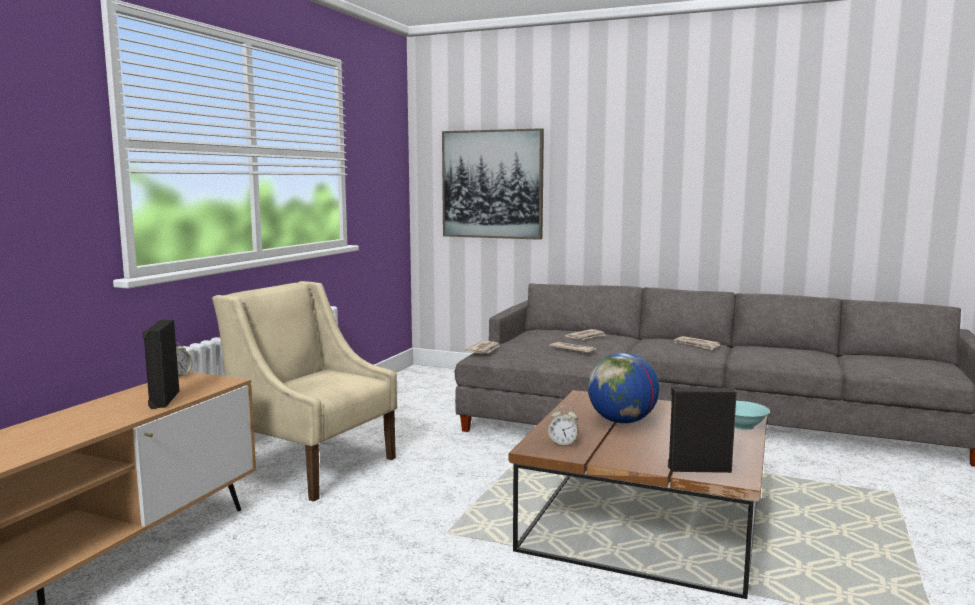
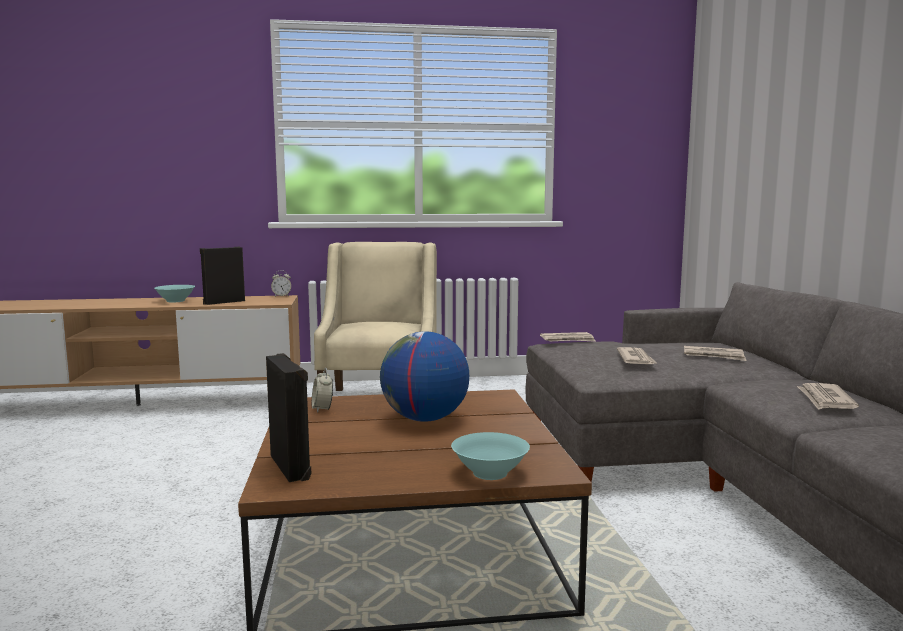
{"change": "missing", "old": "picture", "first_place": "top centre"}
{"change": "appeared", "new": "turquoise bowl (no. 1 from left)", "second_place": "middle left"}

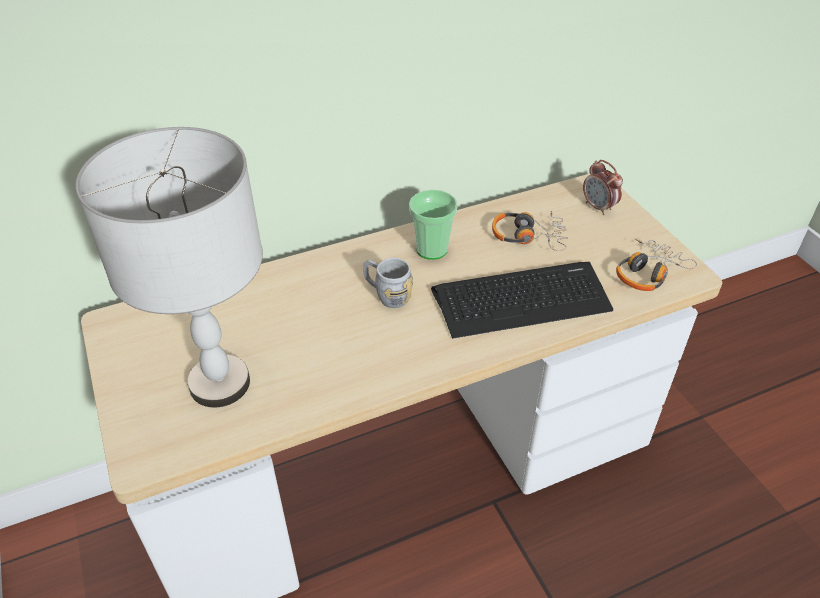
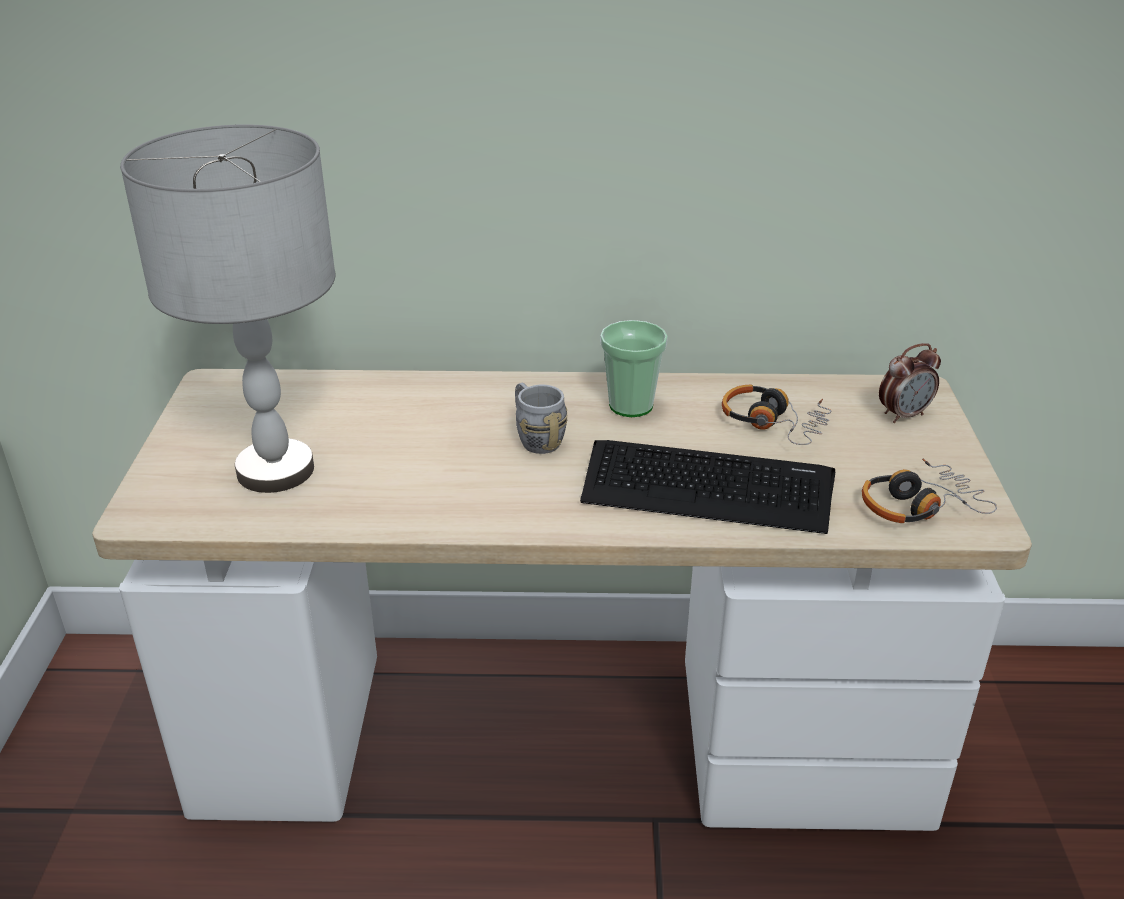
{"change": "spun", "old": "alarm clock", "first_place": "top right", "second_place": "middle right", "degrees": -105}

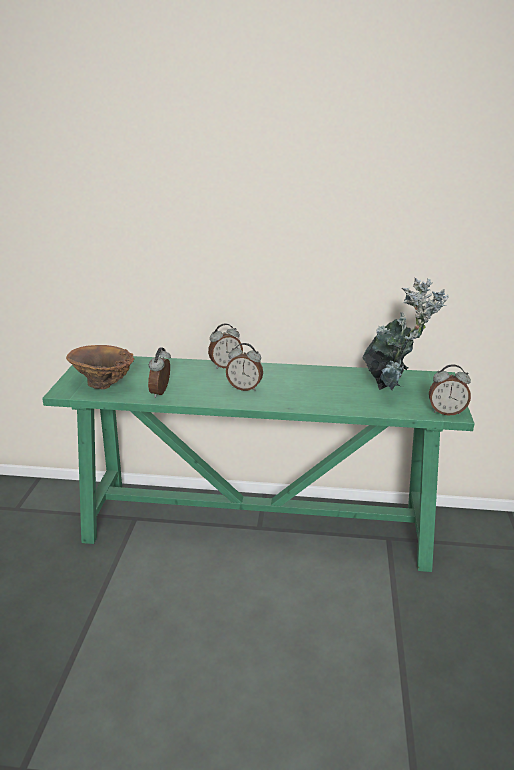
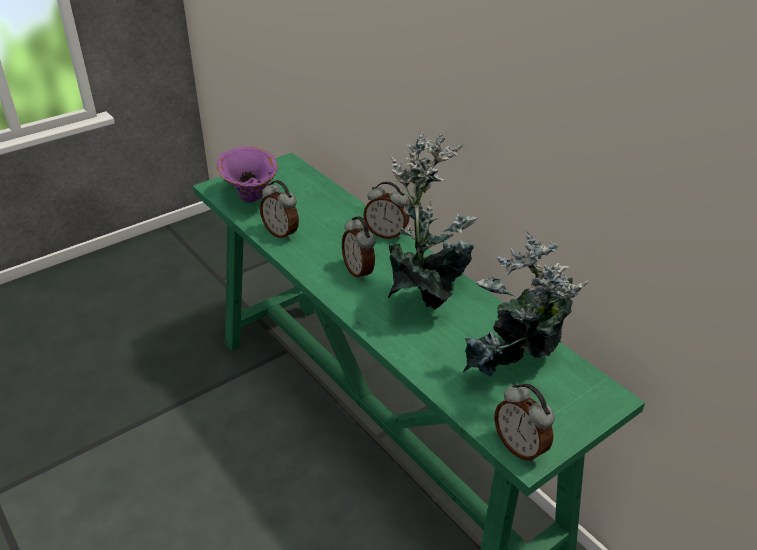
{"change": "colour", "old": "brown vase", "new": "purple vase", "first_place": "middle left", "second_place": "top left"}
{"change": "spun", "old": "alarm clock (no. 1 from left)", "first_place": "middle left", "second_place": "centre", "degrees": -105}
{"change": "appeared", "new": "potted plant (no. 1 from left)", "second_place": "centre"}

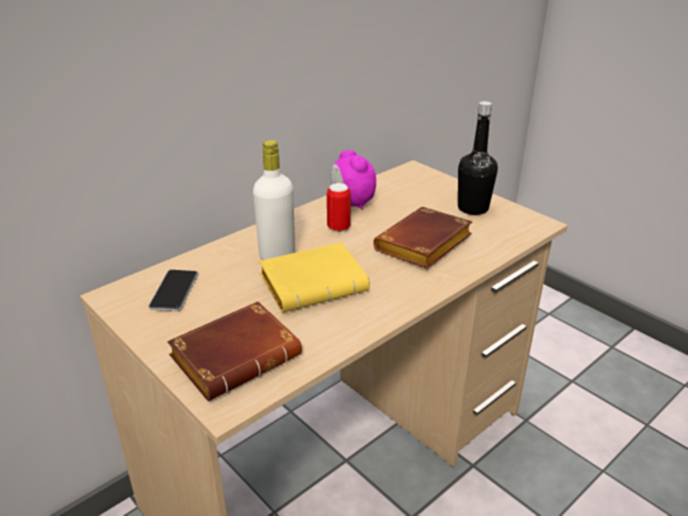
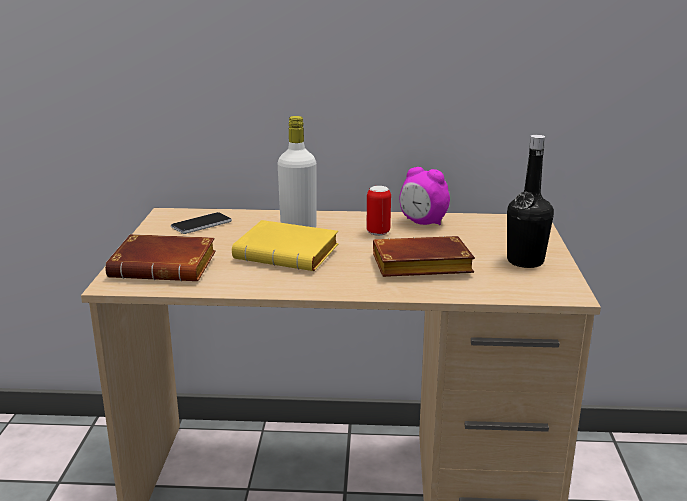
{"change": "spun", "old": "alarm clock", "first_place": "centre", "second_place": "centre", "degrees": -75}

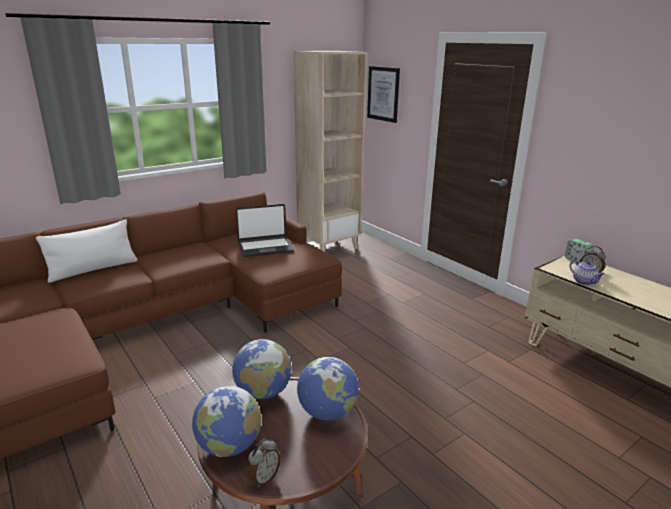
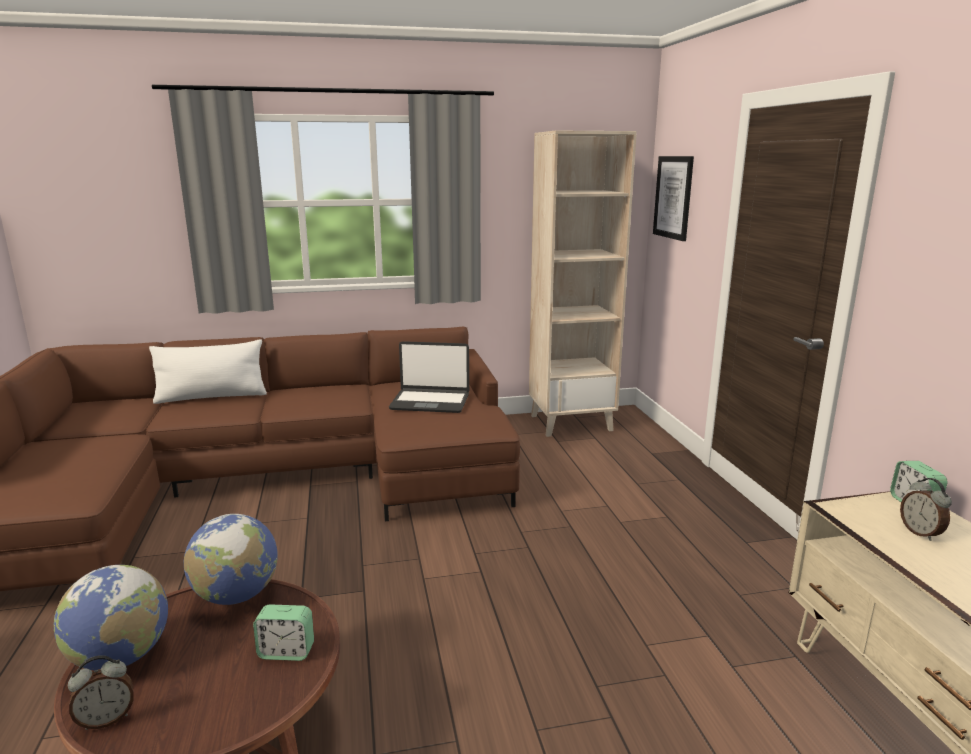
{"change": "exchanged", "old": "globe (no. 3 from left)", "new": "alarm clock (no. 2 from left)", "first_place": "bottom centre", "second_place": "bottom left"}
{"change": "missing", "old": "teapot", "first_place": "middle right"}

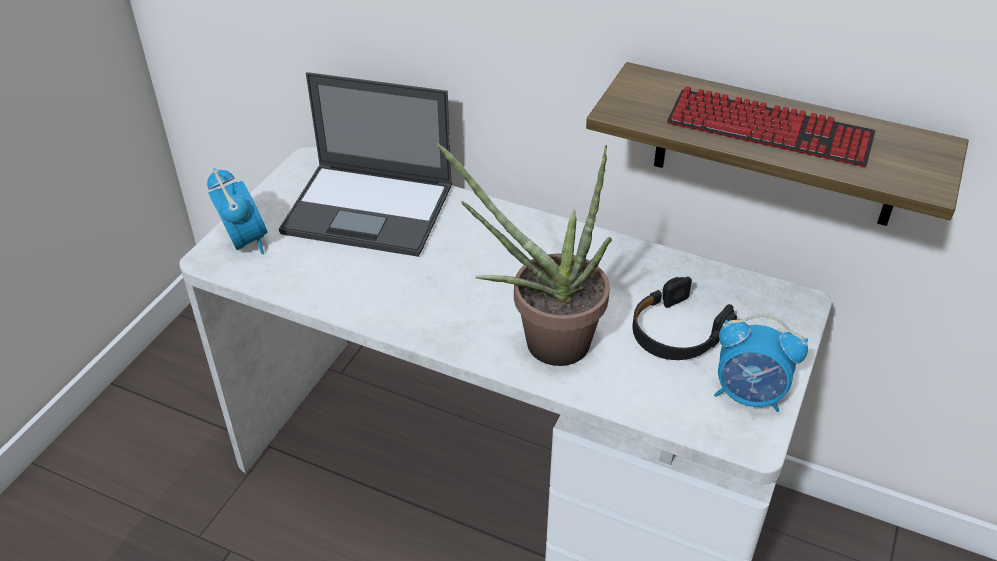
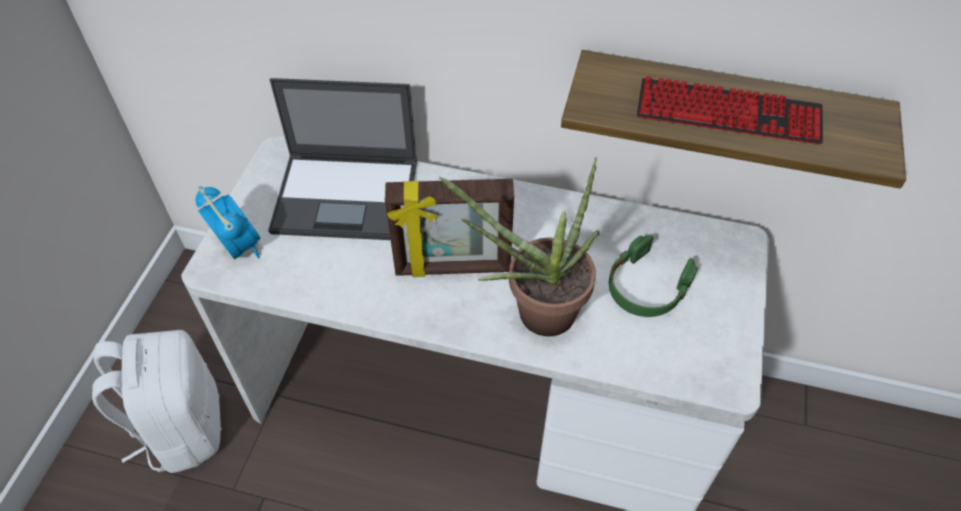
{"change": "colour", "old": "black headphones", "new": "green headphones", "first_place": "middle right", "second_place": "middle right"}
{"change": "missing", "old": "alarm clock (no. 2 from left)", "first_place": "middle right"}
{"change": "appeared", "new": "white backpack", "second_place": "bottom left"}
{"change": "appeared", "new": "picture frame", "second_place": "centre"}

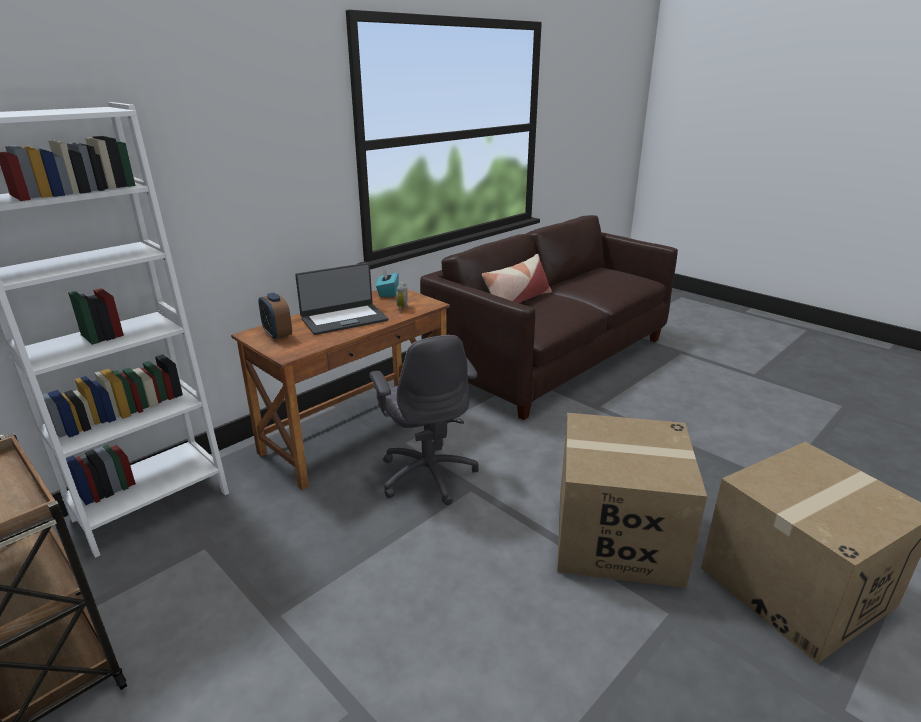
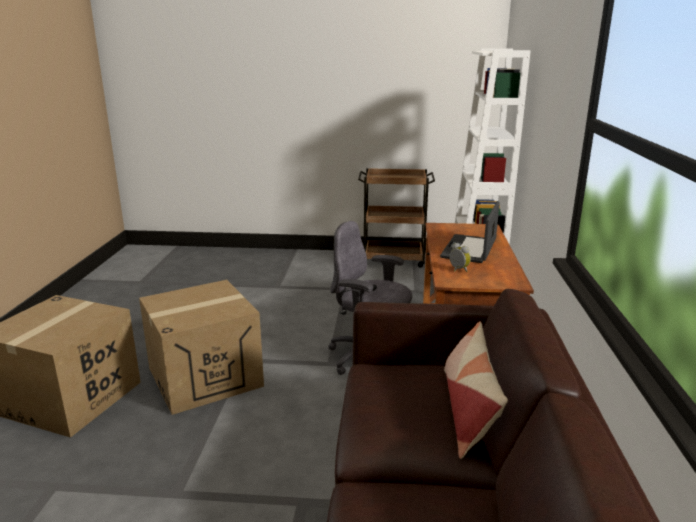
{"change": "missing", "old": "alarm clock (no. 1 from left)", "first_place": "middle left"}
{"change": "missing", "old": "turquoise tissue box", "first_place": "centre"}

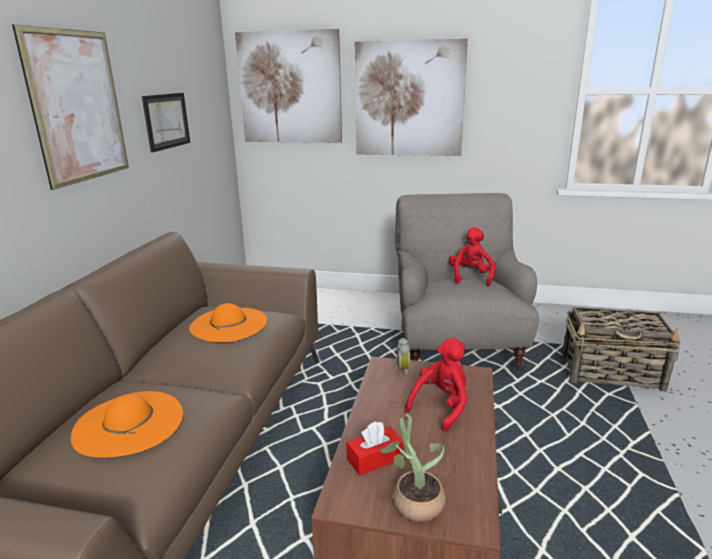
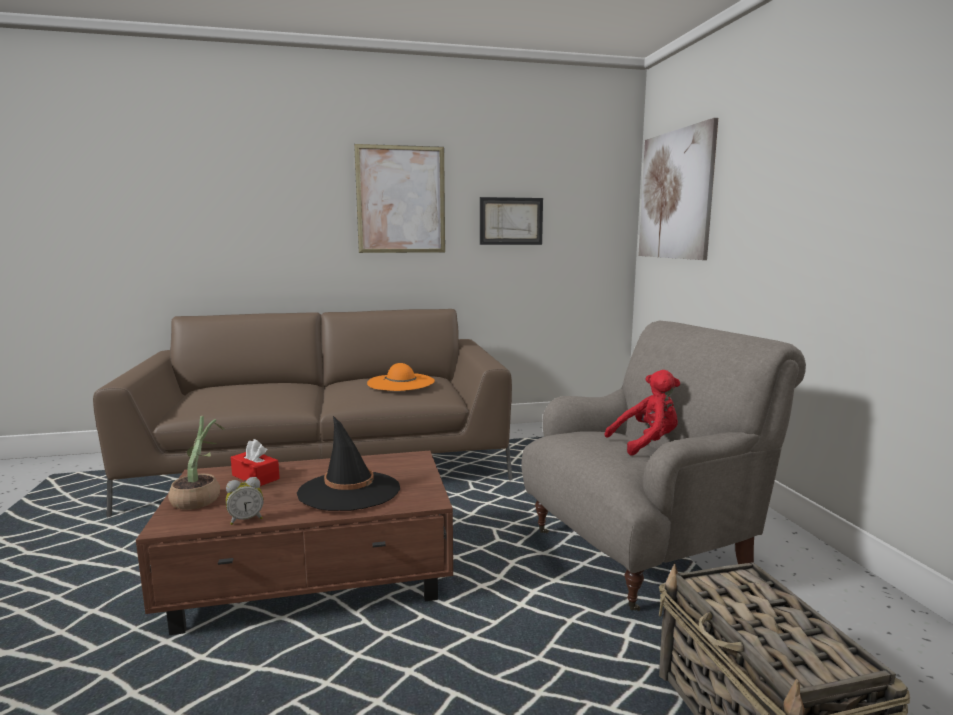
{"change": "missing", "old": "orange hat (no. 1 from left)", "first_place": "bottom left"}
{"change": "missing", "old": "picture (no. 4 from left)", "first_place": "top centre"}
{"change": "relocated", "old": "alarm clock", "first_place": "centre", "second_place": "bottom left"}
{"change": "exchanged", "old": "red plush toy (no. 1 from left)", "new": "black hat", "first_place": "bottom centre", "second_place": "centre"}

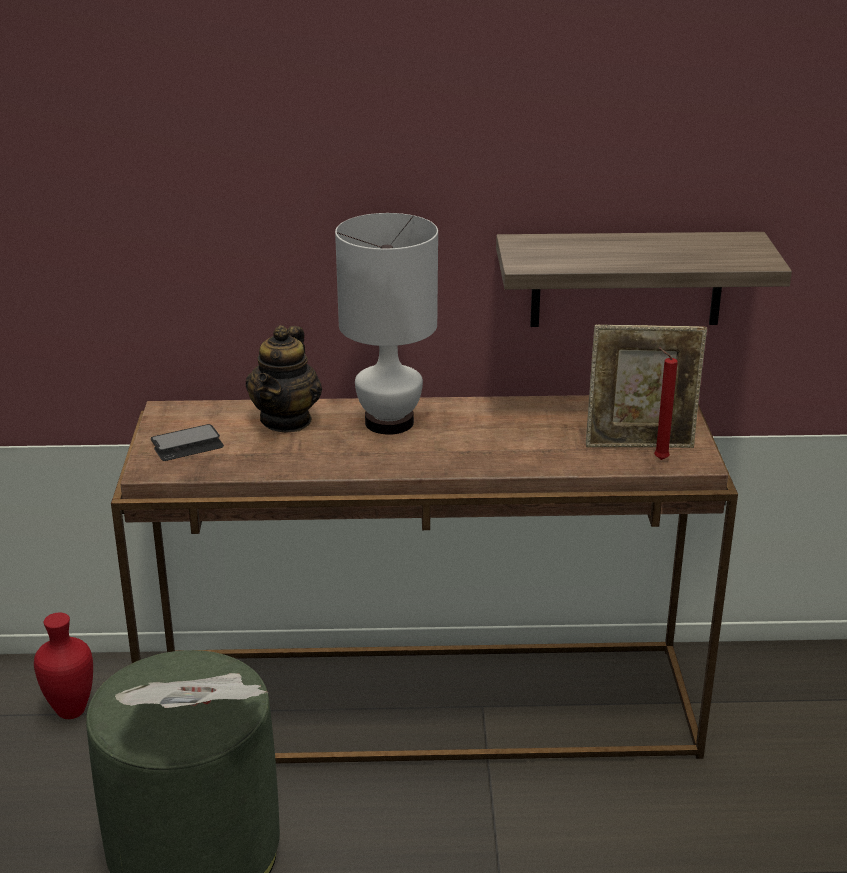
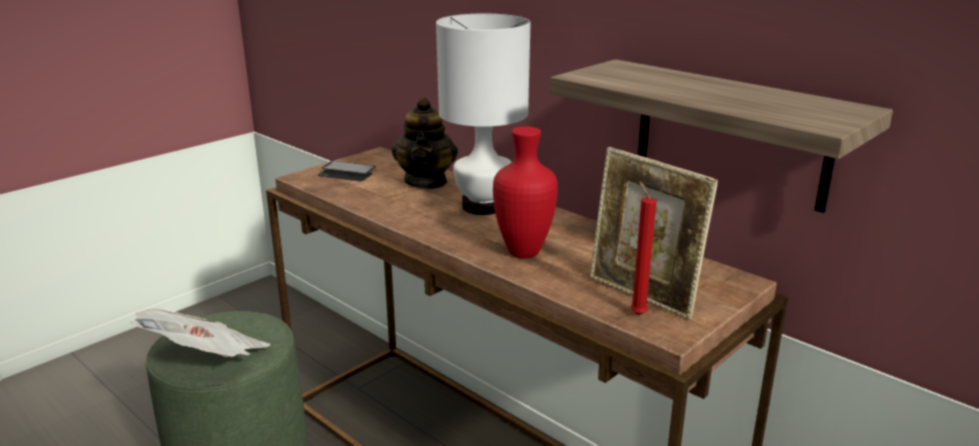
{"change": "relocated", "old": "red vase", "first_place": "bottom left", "second_place": "centre"}
{"change": "spun", "old": "teapot", "first_place": "centre", "second_place": "top centre", "degrees": -60}

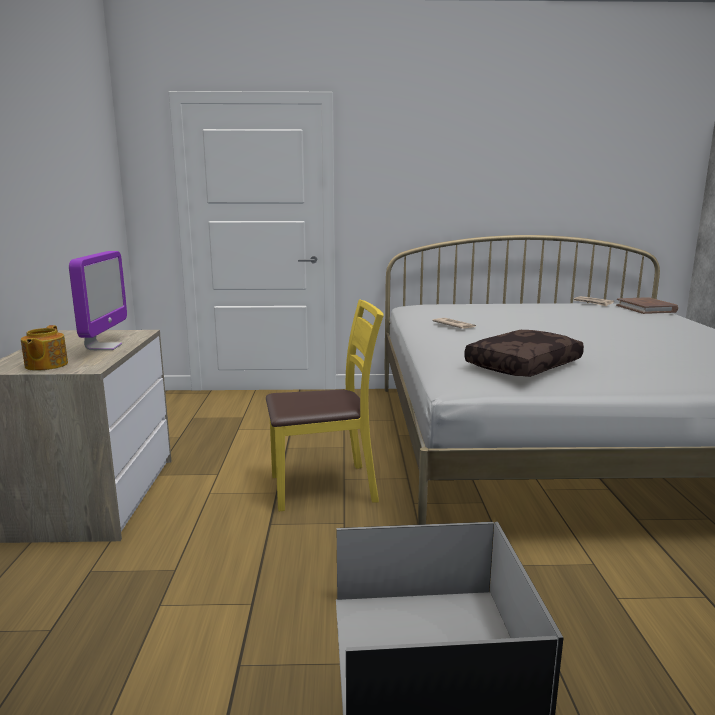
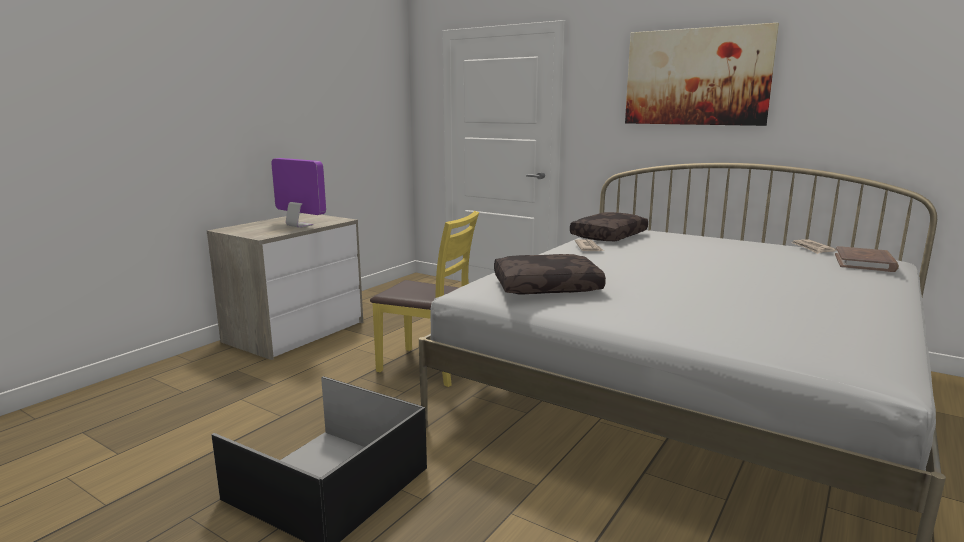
{"change": "missing", "old": "teapot", "first_place": "middle left"}
{"change": "spun", "old": "monitor", "first_place": "middle left", "second_place": "middle left", "degrees": -90}
{"change": "appeared", "new": "brown pillow (no. 2 from left)", "second_place": "centre"}
{"change": "appeared", "new": "picture", "second_place": "top right"}

